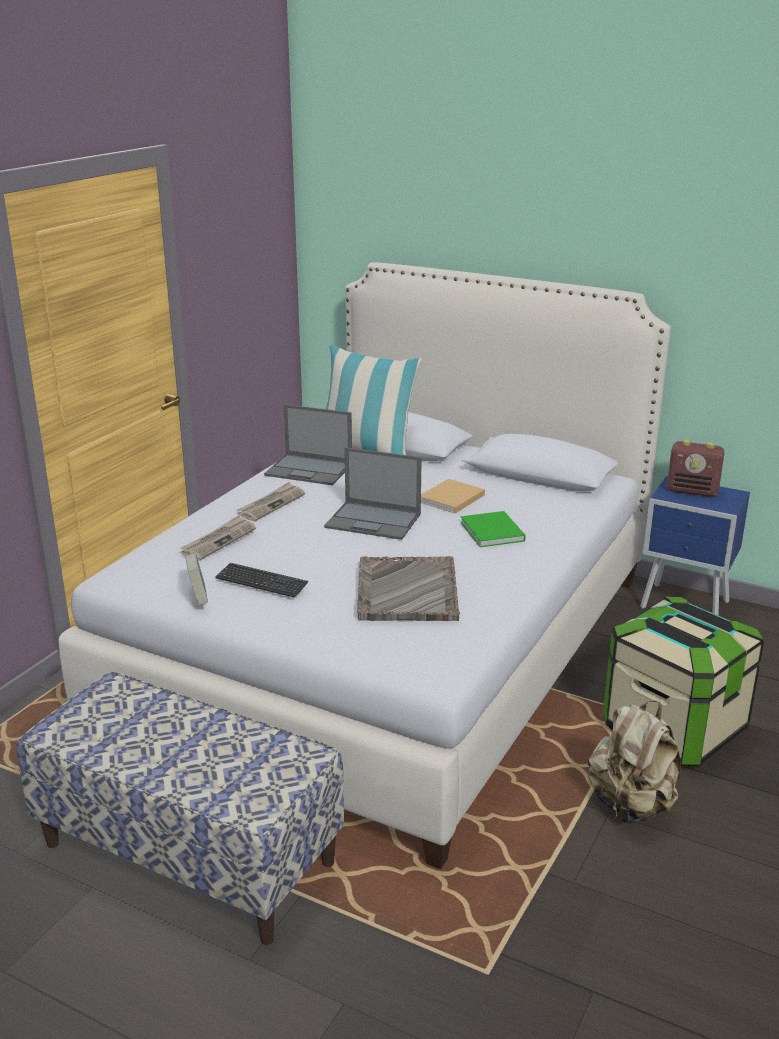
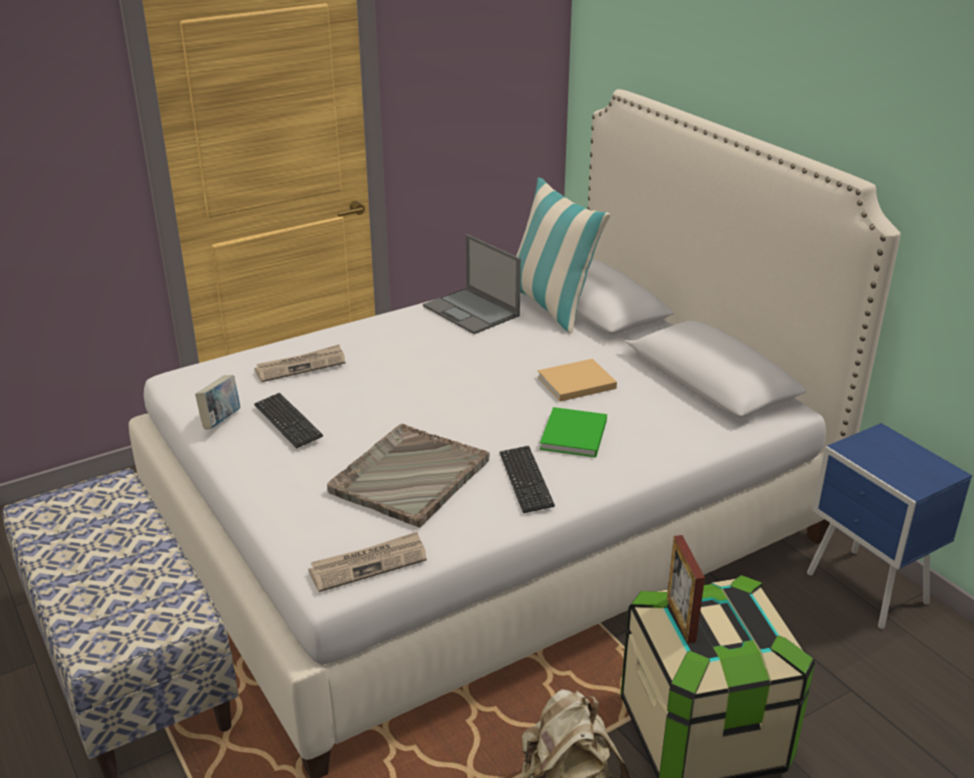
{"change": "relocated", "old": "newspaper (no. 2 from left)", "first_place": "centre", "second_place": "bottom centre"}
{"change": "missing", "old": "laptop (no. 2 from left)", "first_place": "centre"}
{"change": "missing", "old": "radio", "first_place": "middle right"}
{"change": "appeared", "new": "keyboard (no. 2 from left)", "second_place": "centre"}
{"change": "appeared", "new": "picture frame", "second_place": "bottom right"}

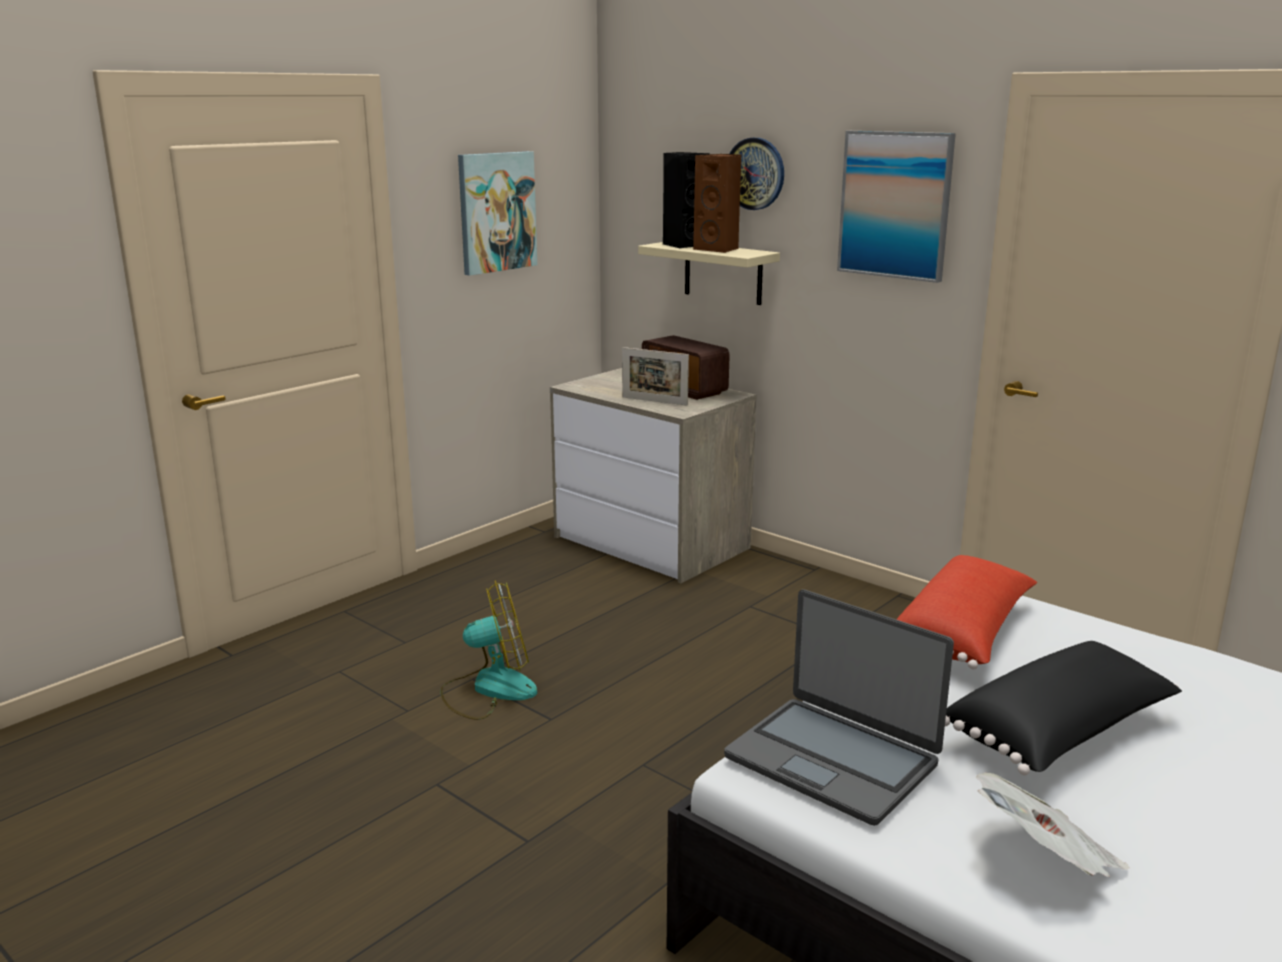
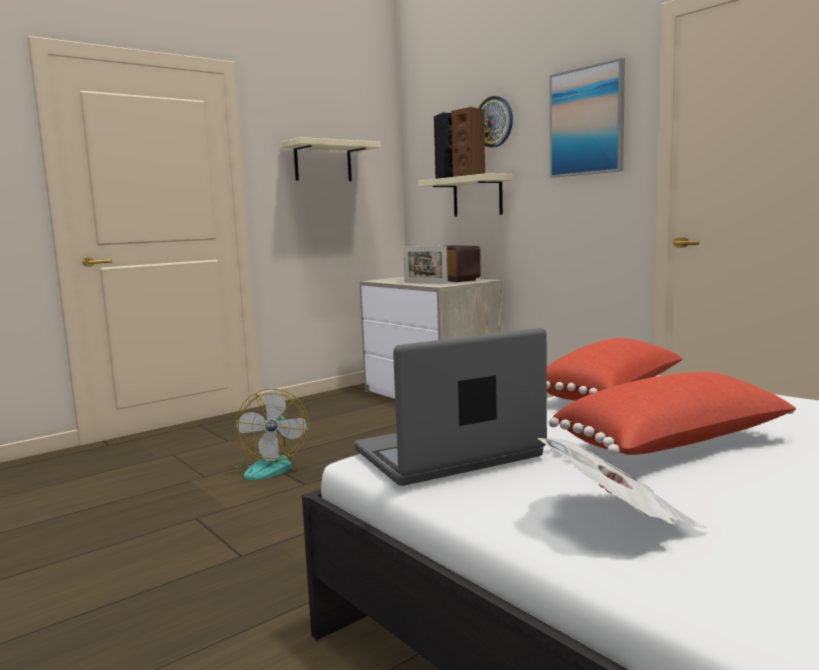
{"change": "spun", "old": "fan", "first_place": "bottom centre", "second_place": "middle left", "degrees": 90}
{"change": "exchanged", "old": "picture (no. 1 from left)", "new": "beige shelf (no. 1 from left)", "first_place": "top centre", "second_place": "top centre"}
{"change": "spun", "old": "laptop", "first_place": "bottom centre", "second_place": "centre", "degrees": 105}
{"change": "colour", "old": "black pillow", "new": "red pillow (no. 2 from left)", "first_place": "bottom right", "second_place": "middle right"}

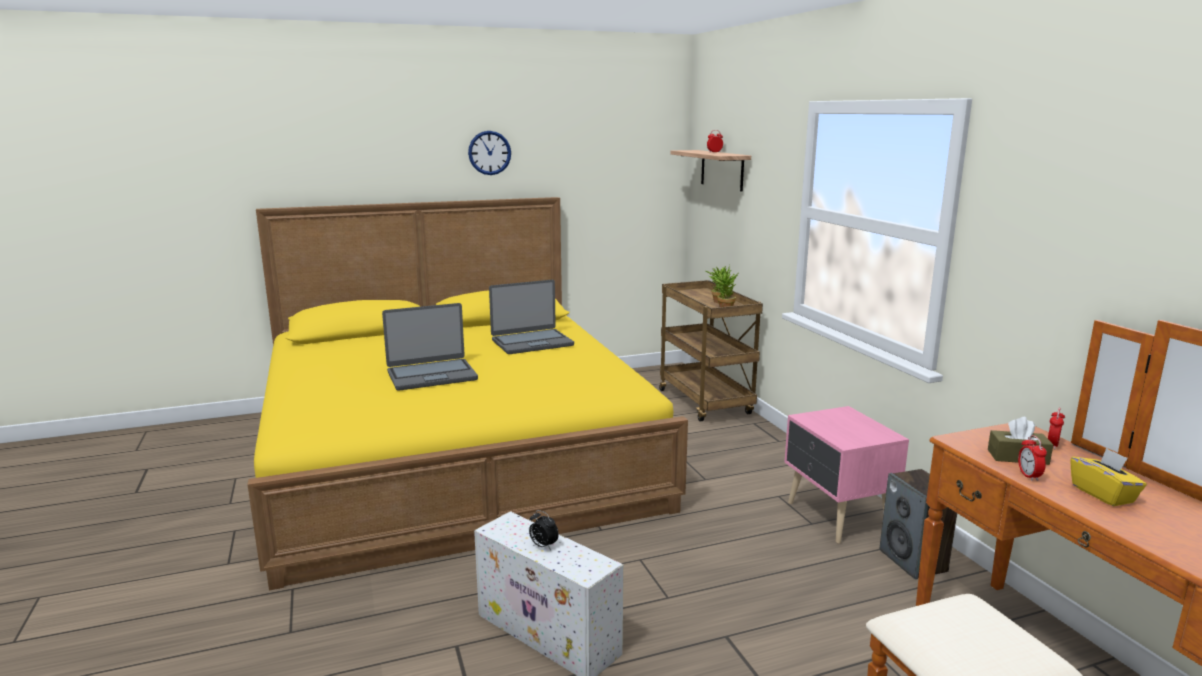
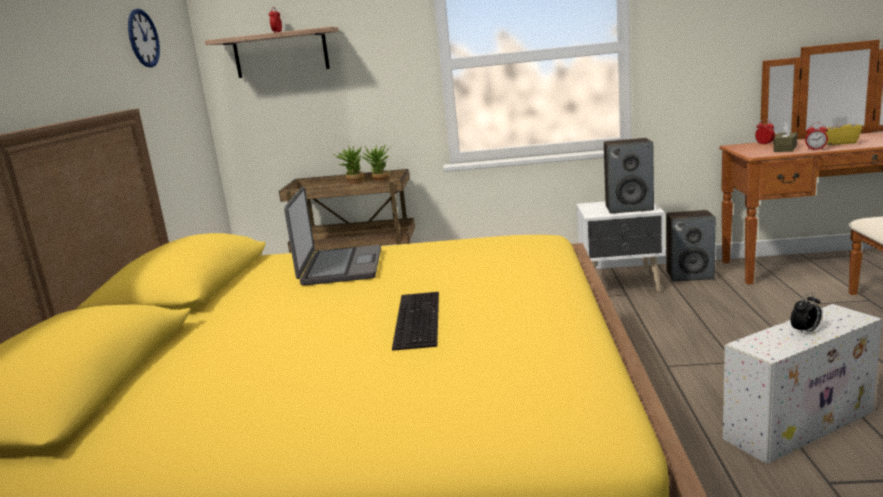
{"change": "exchanged", "old": "laptop (no. 1 from left)", "new": "keyboard", "first_place": "centre", "second_place": "centre"}
{"change": "relocated", "old": "wall clock", "first_place": "top centre", "second_place": "top left"}
{"change": "colour", "old": "pink nightstand", "new": "white nightstand", "first_place": "bottom right", "second_place": "middle right"}
{"change": "appeared", "new": "speaker (no. 1 from left)", "second_place": "middle right"}

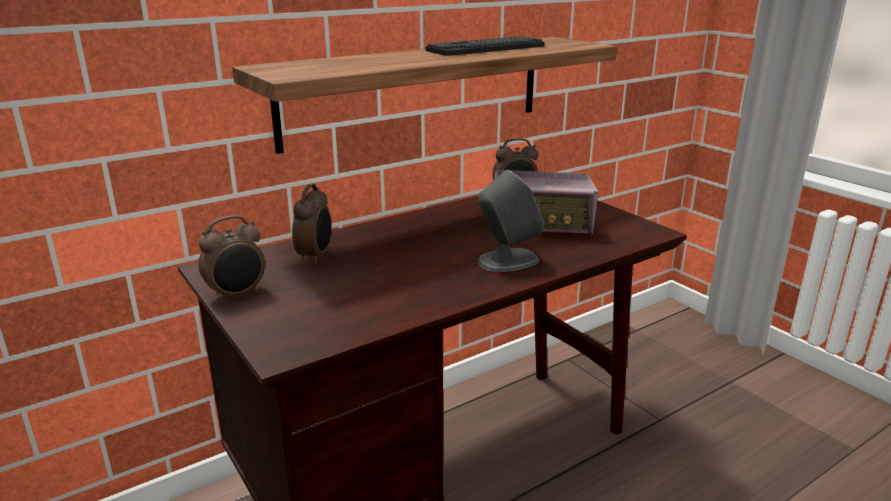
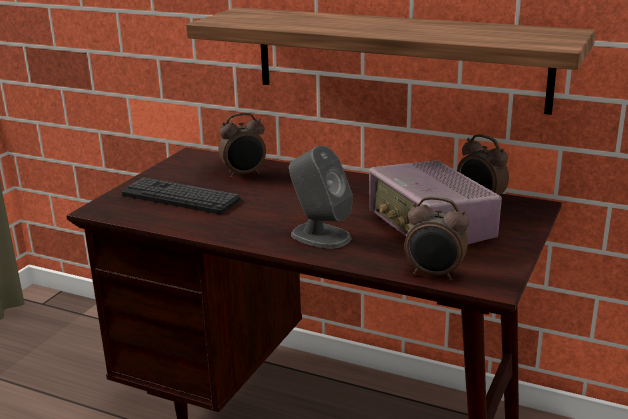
{"change": "relocated", "old": "alarm clock (no. 1 from left in the first image)", "new": "alarm clock (no. 2 from left)", "first_place": "middle left", "second_place": "middle right"}
{"change": "relocated", "old": "keyboard", "first_place": "top centre", "second_place": "middle left"}

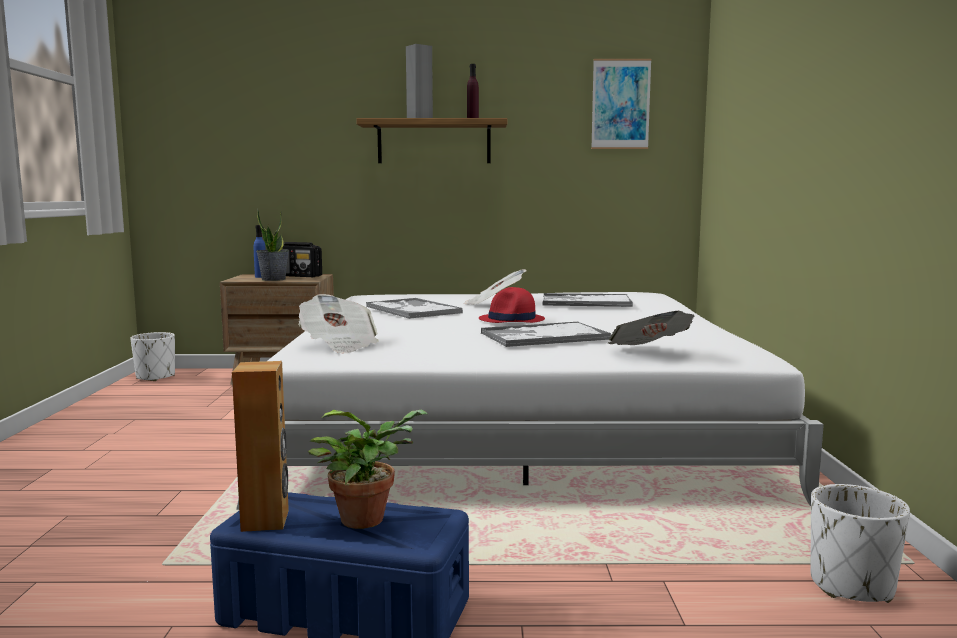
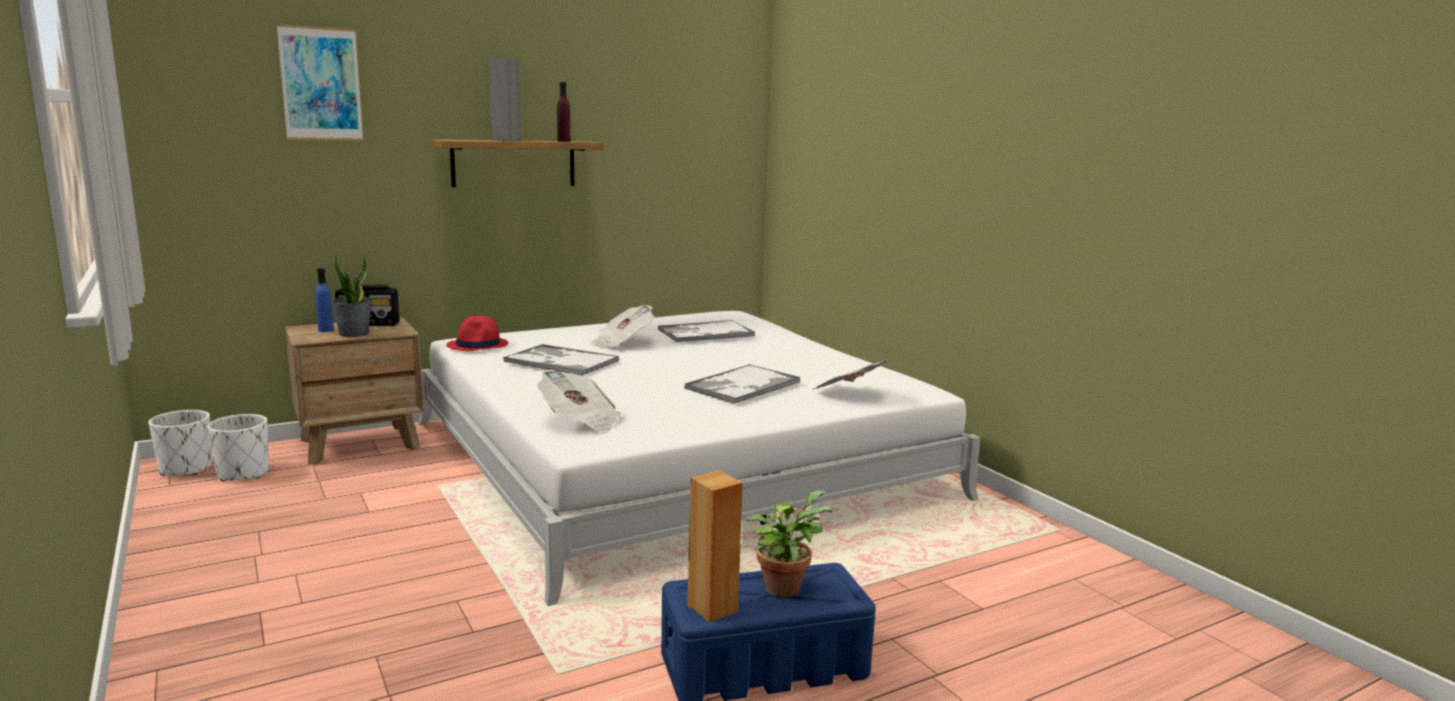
{"change": "relocated", "old": "red hat", "first_place": "centre", "second_place": "middle left"}
{"change": "relocated", "old": "picture", "first_place": "top centre", "second_place": "top left"}
{"change": "relocated", "old": "white planter (no. 2 from left)", "first_place": "bottom right", "second_place": "middle left"}

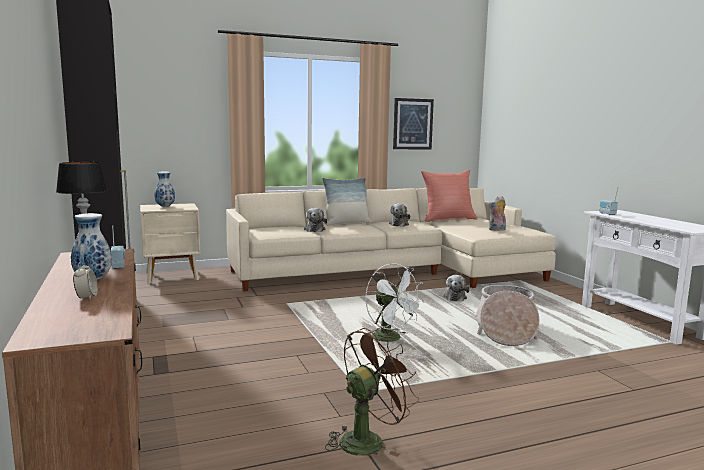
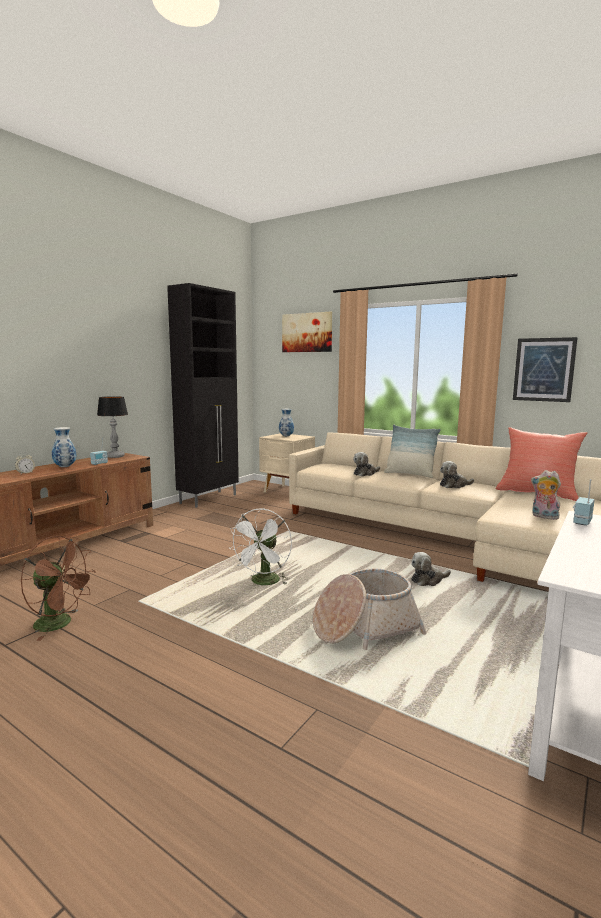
{"change": "appeared", "new": "picture (no. 1 from left)", "second_place": "centre"}

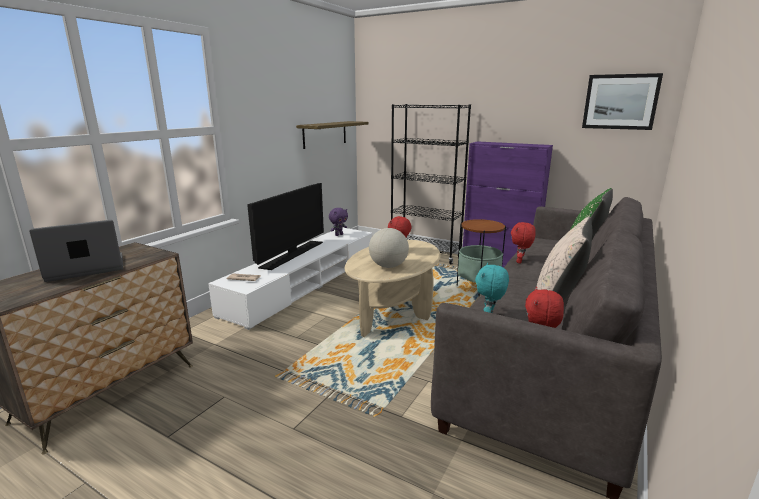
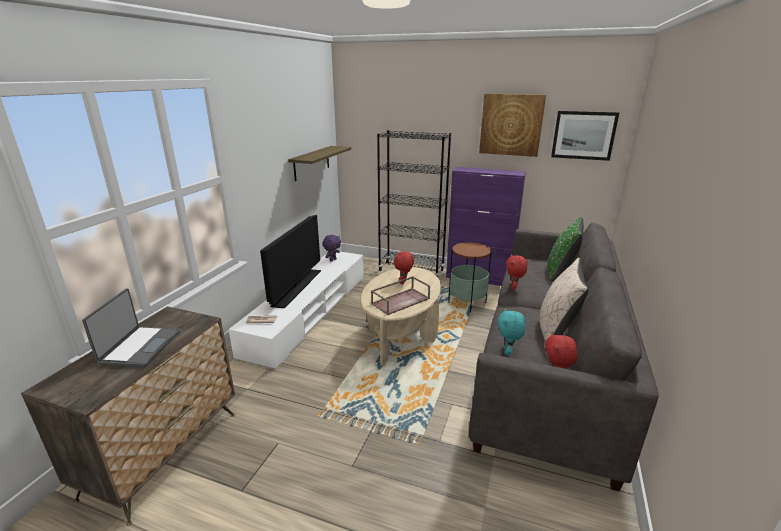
{"change": "spun", "old": "laptop", "first_place": "middle left", "second_place": "middle left", "degrees": 135}
{"change": "exchanged", "old": "globe", "new": "brown tray", "first_place": "centre", "second_place": "centre"}
{"change": "appeared", "new": "picture (no. 1 from left)", "second_place": "top centre"}

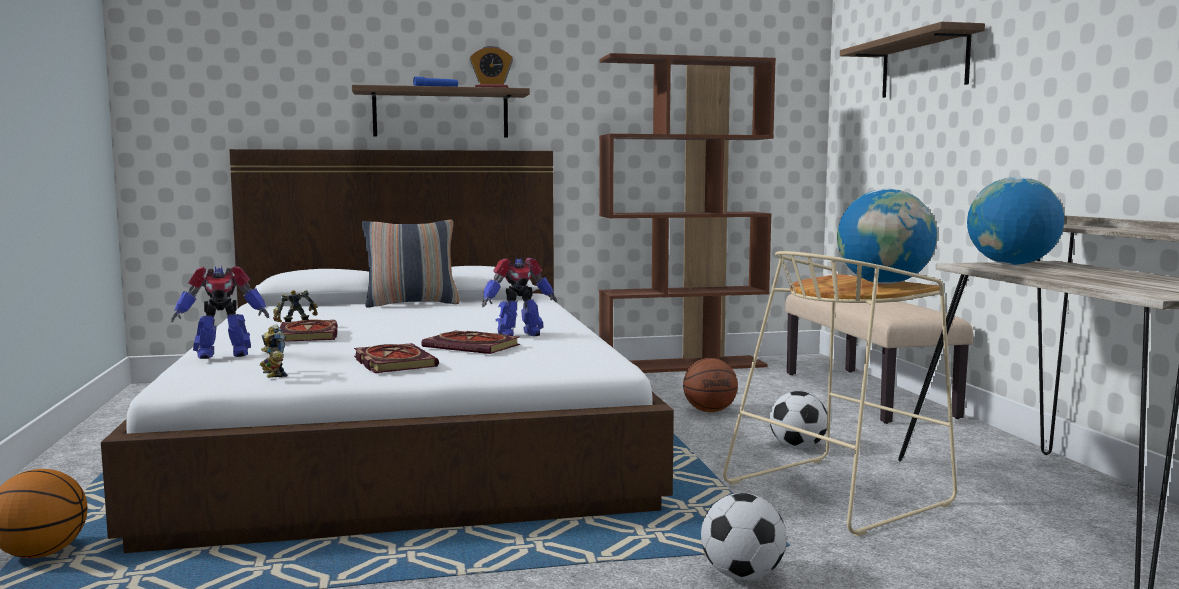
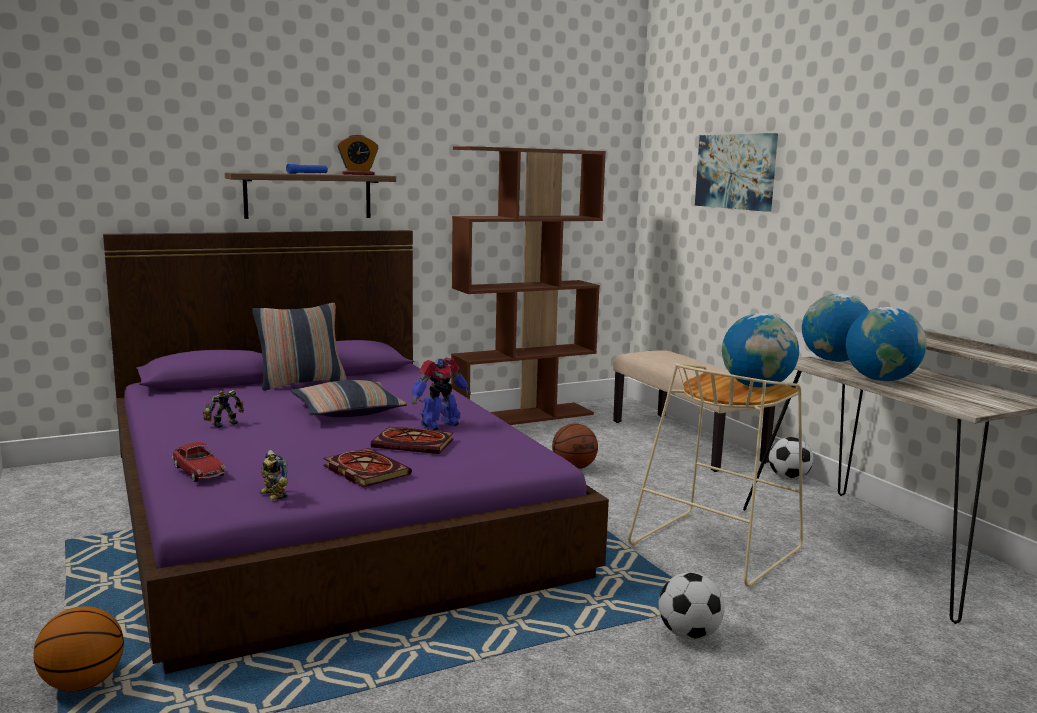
{"change": "colour", "old": "white bed", "new": "purple bed", "first_place": "middle left", "second_place": "centre"}
{"change": "exchanged", "old": "toy robot (no. 1 from left)", "new": "toy car", "first_place": "middle left", "second_place": "middle left"}
{"change": "missing", "old": "book (no. 1 from left)", "first_place": "middle left"}
{"change": "relocated", "old": "football (no. 2 from left)", "first_place": "bottom right", "second_place": "middle right"}
{"change": "exchanged", "old": "shelf (no. 2 from left)", "new": "picture", "first_place": "top right", "second_place": "top right"}
{"change": "appeared", "new": "pillow (no. 2 from left)", "second_place": "centre"}
{"change": "appeared", "new": "globe (no. 3 from left)", "second_place": "middle right"}

